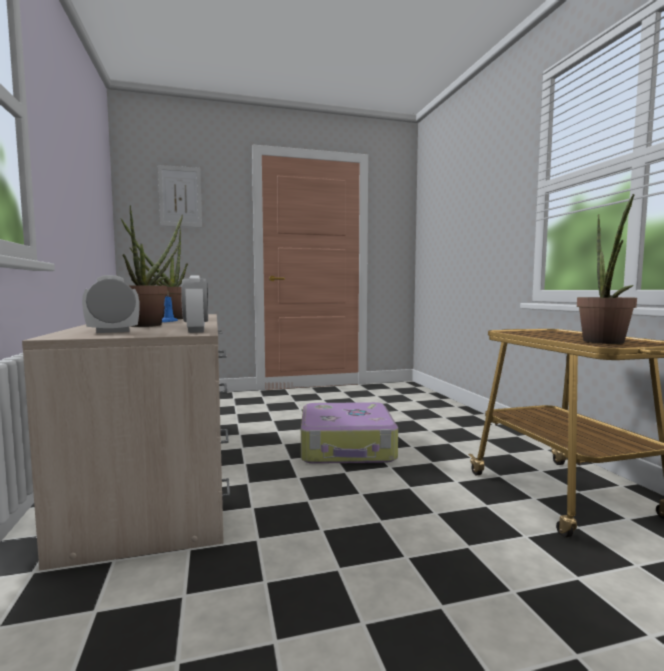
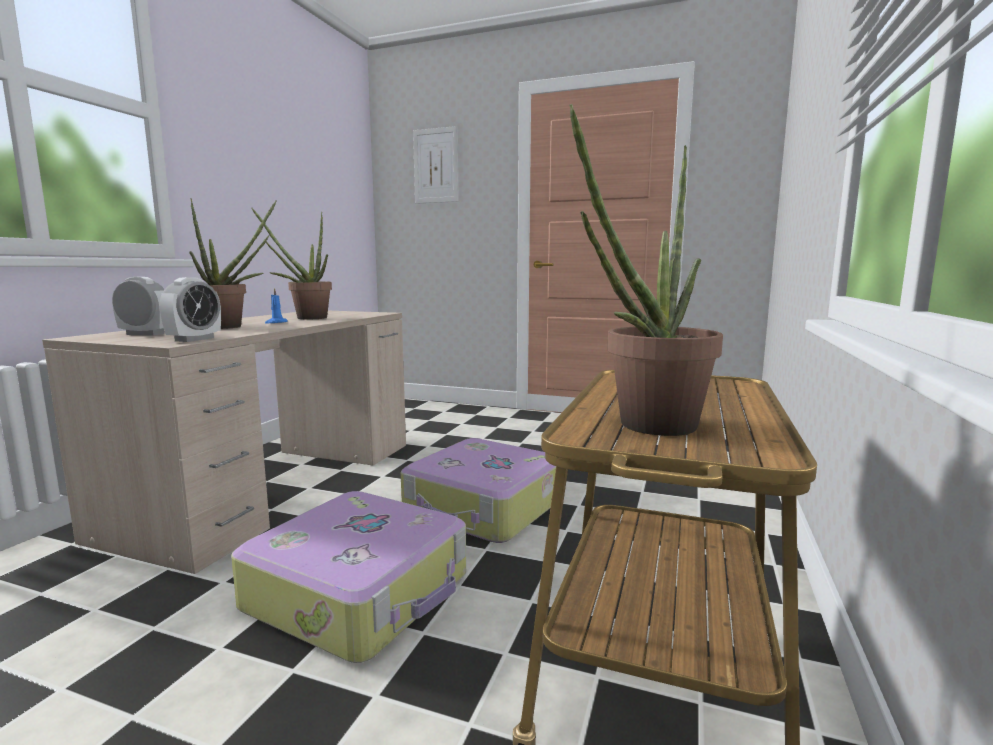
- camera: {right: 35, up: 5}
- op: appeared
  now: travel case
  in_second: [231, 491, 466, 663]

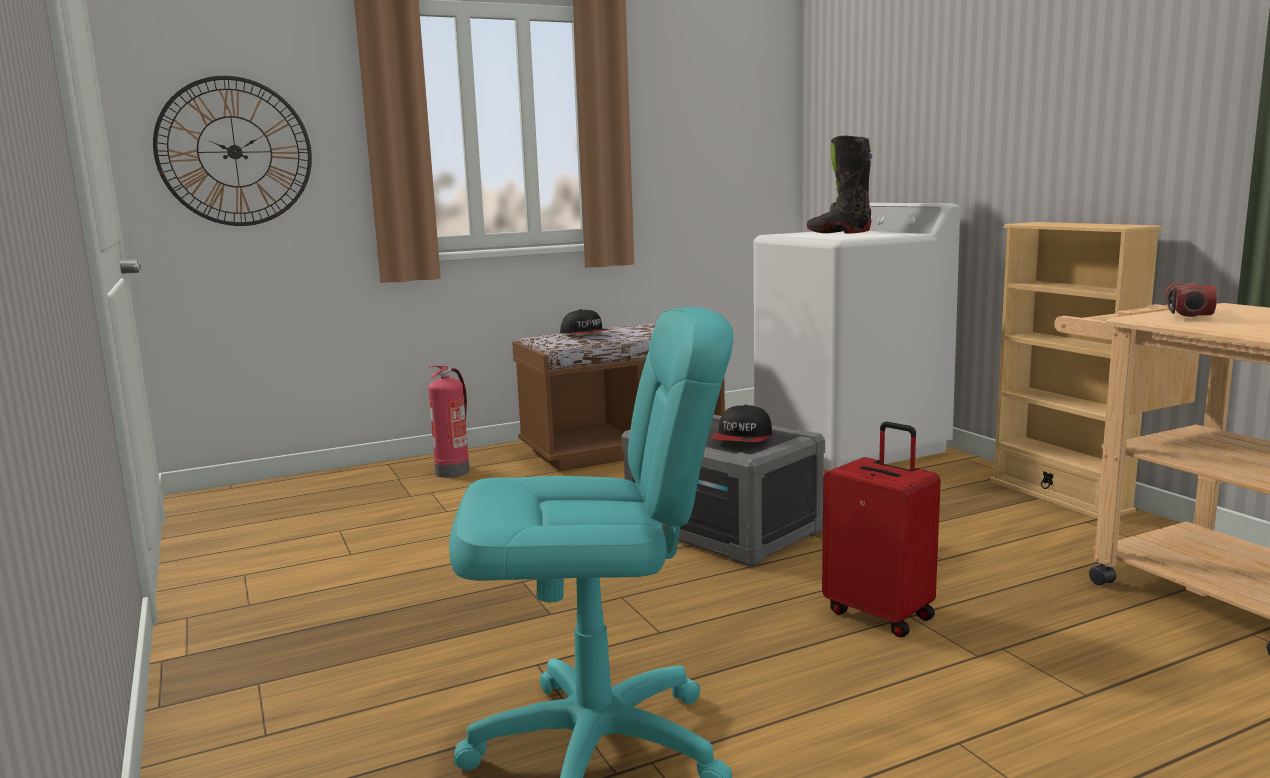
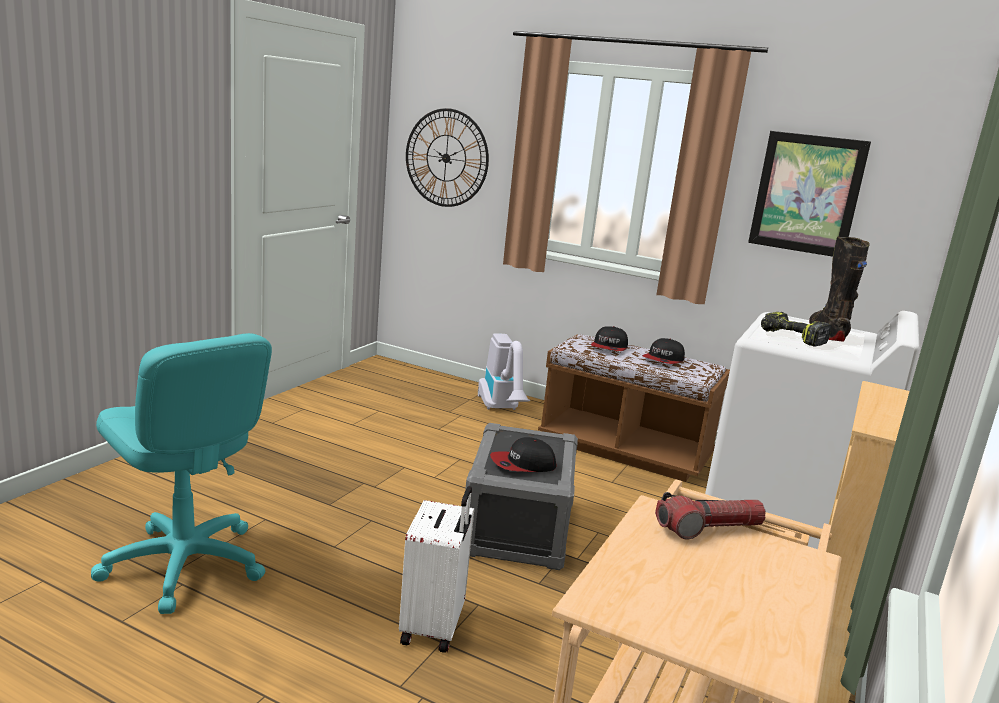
- camera: {right: 50, up: 5}
- op: colour
  was: travel case (reddish)
  now: travel case (white)
  in_first: [822, 422, 941, 637]
  in_second: [399, 486, 474, 653]
- op: exchanged
  was: extinguisher
  now: vacuum cleaner
  in_first: [428, 366, 470, 478]
  in_second: [478, 333, 530, 410]
- op: appeared
  now: baseball cap
  in_second: [642, 338, 685, 364]
- op: appeared
  now: picture
  in_second: [748, 131, 871, 257]
- op: appeared
  now: drill
  in_second: [761, 312, 832, 347]

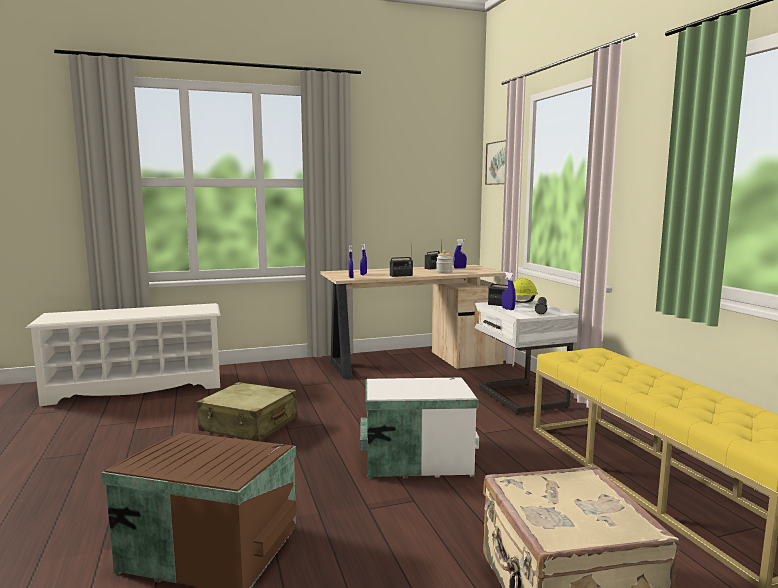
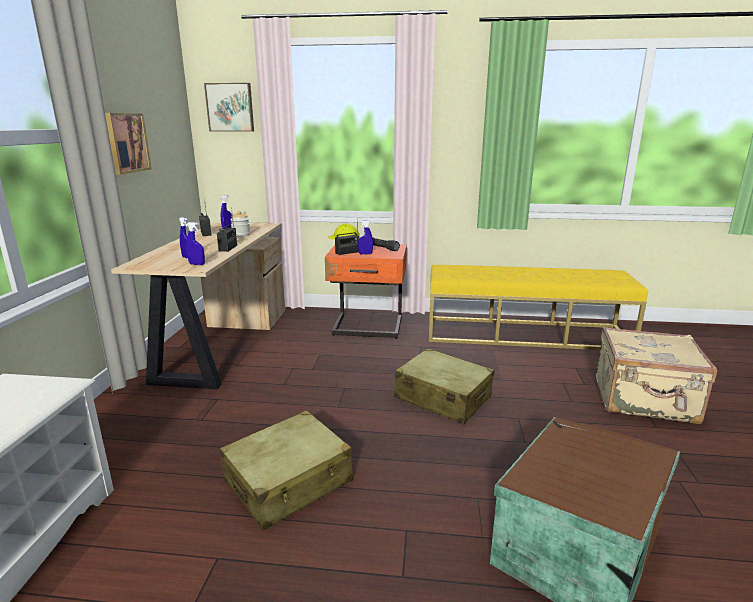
- camera: {right: -65, up: 10}
- op: appeared
  now: picture
  in_second: [105, 113, 152, 175]
- op: colour
  was: bedside table (white)
  now: bedside table (orange-coloured)
  in_first: [474, 299, 579, 415]
  in_second: [325, 244, 407, 339]
- op: exchanged
  was: storage bin (white)
  now: travel case (beige-coloured)
  in_first: [360, 378, 479, 479]
  in_second: [394, 348, 495, 424]

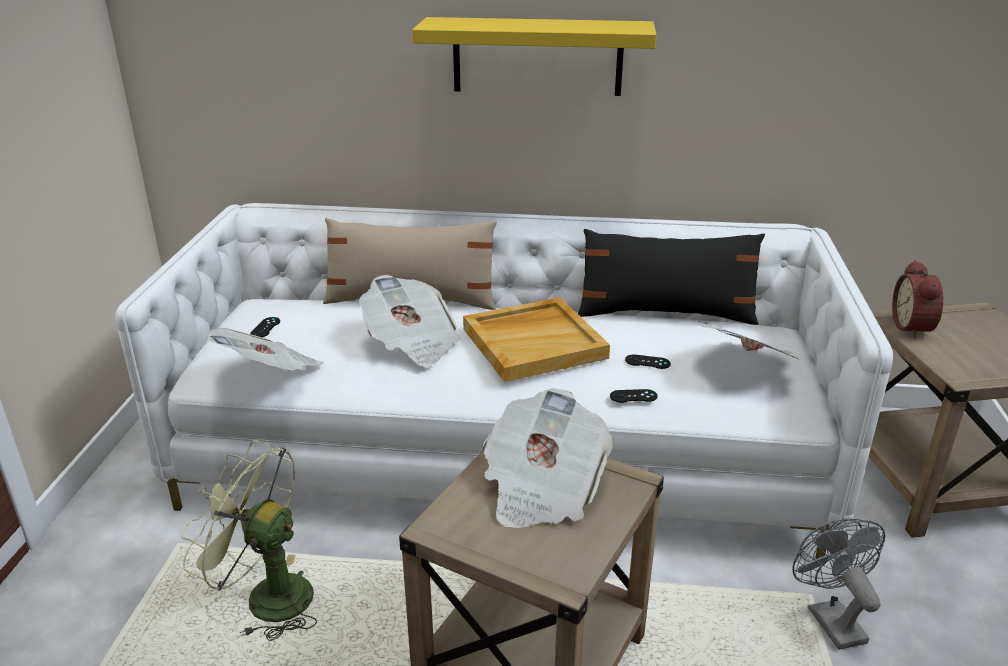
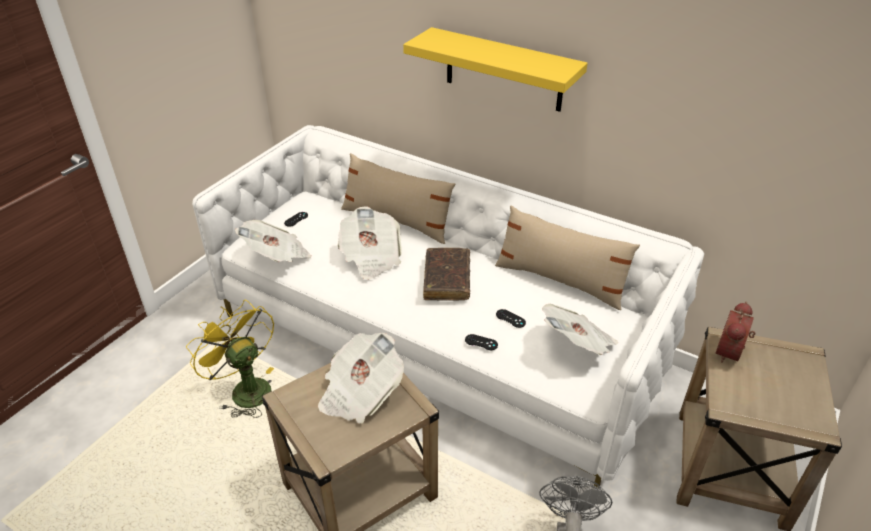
- camera: {right: 25, up: 10}
- op: colour
  was: electric fan (greenish)
  now: electric fan (yellow)
  in_first: [181, 440, 317, 641]
  in_second: [186, 300, 274, 418]
- op: exchanged
  was: serving tray (beige-coloured)
  now: bound book (brown-coloured)
  in_first: [463, 297, 610, 382]
  in_second: [423, 248, 470, 301]
- op: colour
  was: cushion (black)
  now: cushion (beige-coloured)
  in_first: [578, 229, 765, 325]
  in_second: [495, 206, 640, 310]

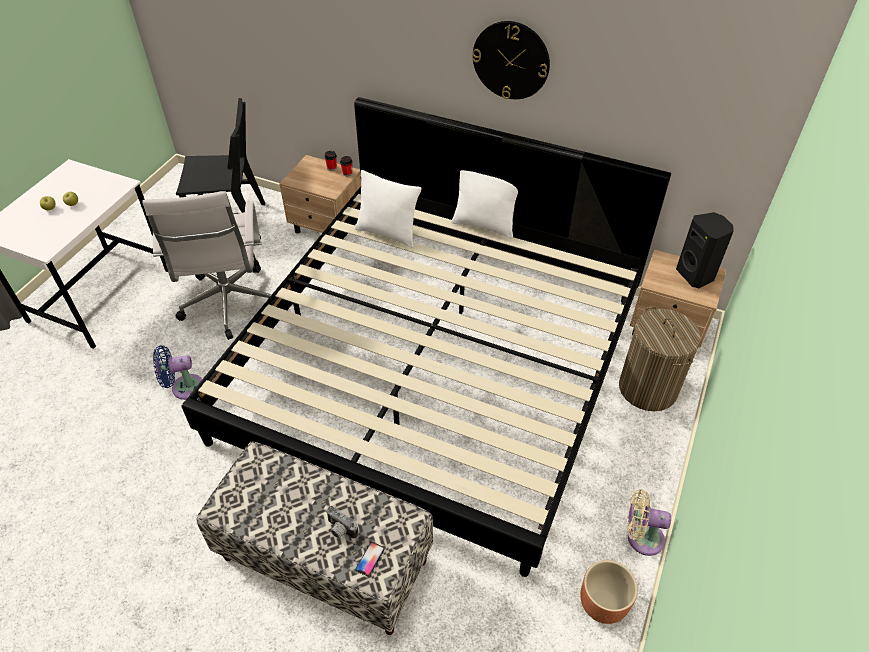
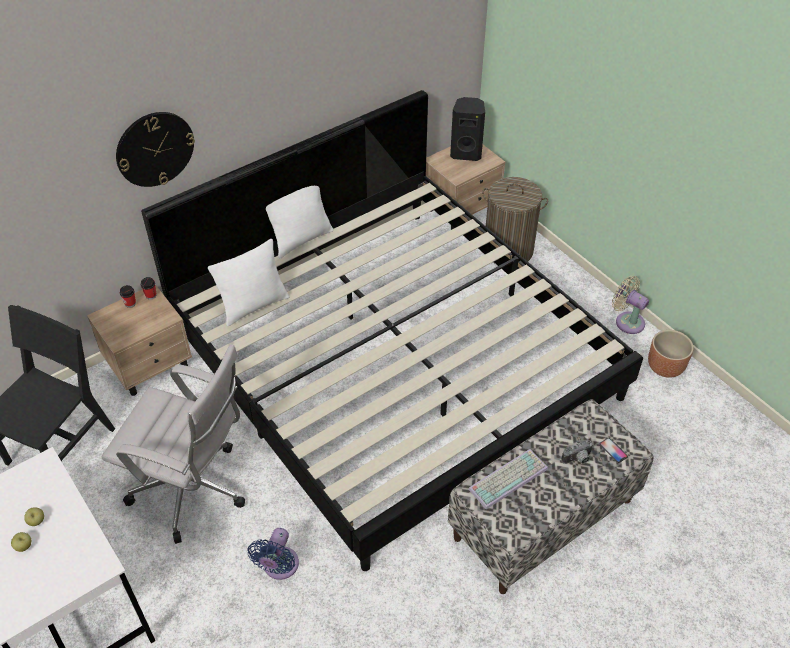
- camera: {right: -60, up: 0}
- op: relocated
  was: hanging clock
  in_first: [472, 21, 550, 99]
  in_second: [116, 112, 195, 187]
- op: appeared
  now: keyboard
  in_second: [468, 449, 548, 509]
- op: spun
  was: electric fan (beige-coloured)
  in_first: [627, 489, 671, 556]
  in_second: [612, 276, 649, 334]
  clockwise: 90

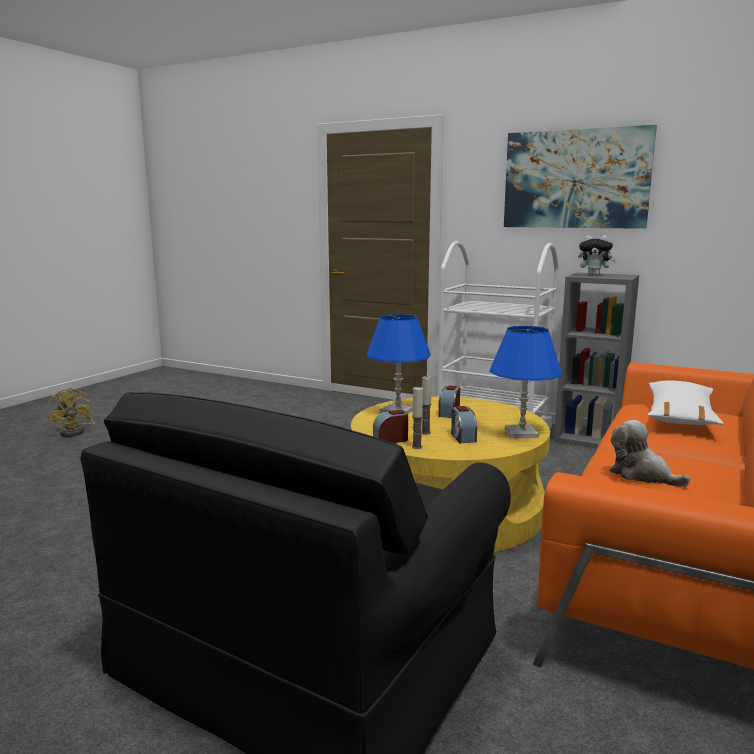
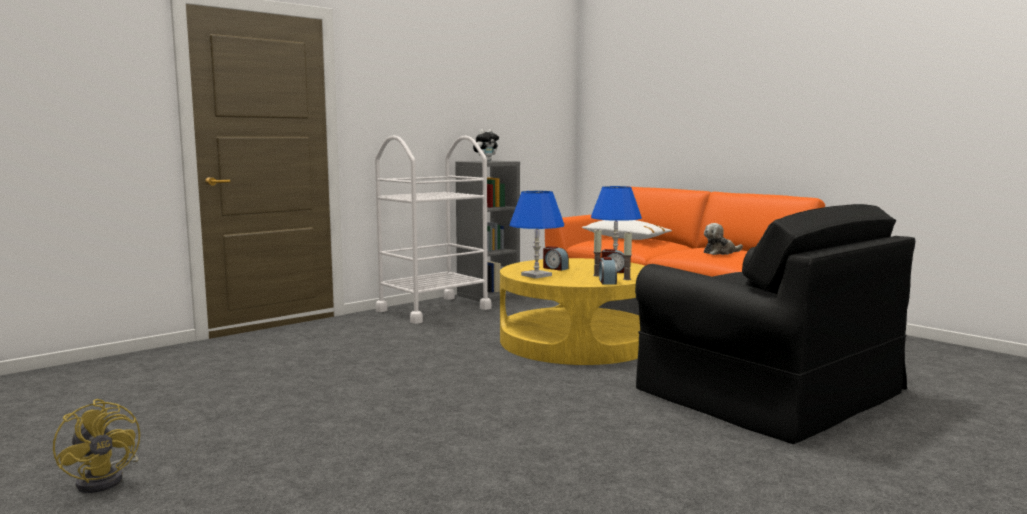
- camera: {right: -70, up: -5}
- op: spun
  was: electric fan (yellow)
  in_first: [47, 387, 95, 437]
  in_second: [53, 399, 140, 493]
  clockwise: 60
- op: missing
  was: picture
  in_first: [504, 125, 657, 229]

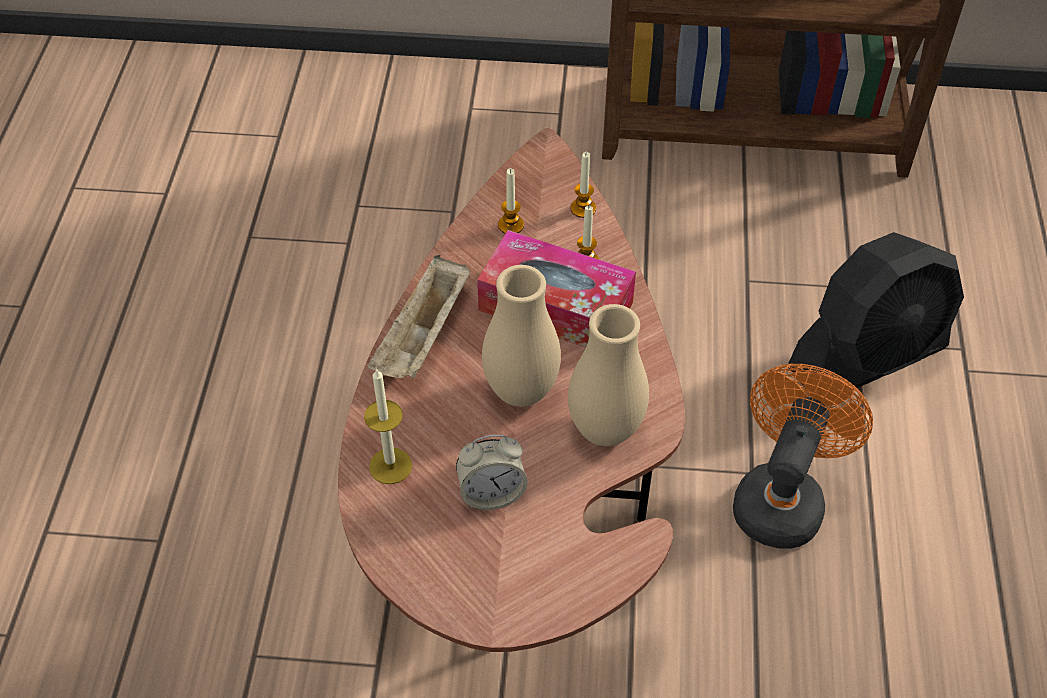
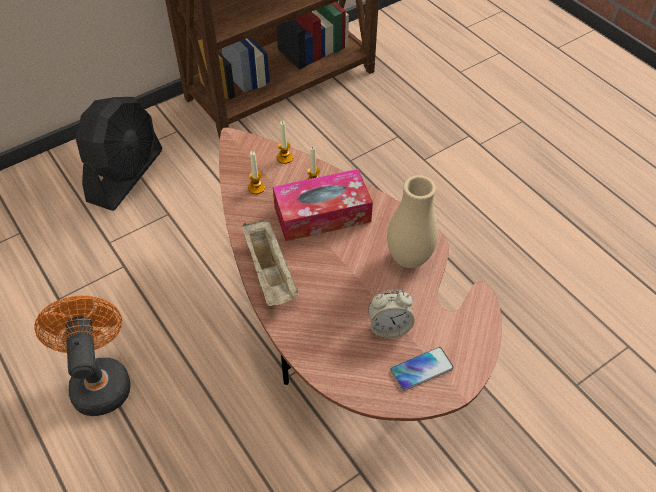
- camera: {right: -40, up: 0}
- op: relocated
  was: electric fan (orange-coloured)
  in_first: [733, 364, 873, 549]
  in_second: [34, 295, 130, 416]
- op: relocated
  was: electric fan (black)
  in_first: [788, 232, 964, 391]
  in_second: [76, 97, 162, 211]
- op: spun
  was: alarm clock
  in_first: [456, 435, 528, 510]
  in_second: [368, 290, 415, 338]
  clockwise: 45
- op: appeared
  now: phone
  in_second: [390, 347, 454, 391]
- op: missing
  was: wax candle
  in_first: [364, 368, 412, 484]
- op: missing
  was: decorative vase (beige-coloured)
  in_first: [482, 265, 561, 407]

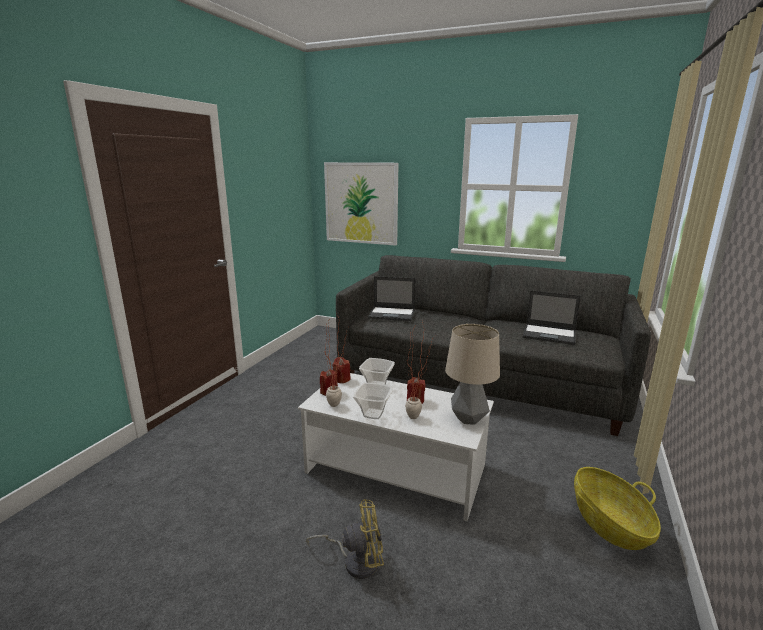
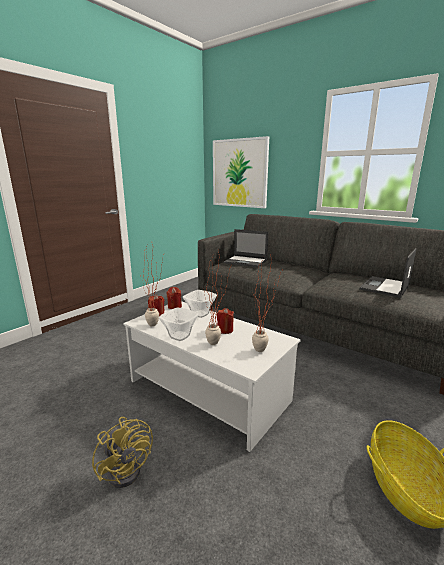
- camera: {right: 15, up: 0}
- op: spun
  was: electric fan (yellow)
  in_first: [306, 499, 384, 579]
  in_second: [92, 417, 153, 488]
  clockwise: 45
- op: exchanged
  was: table lamp
  now: houseplant
  in_first: [445, 324, 500, 425]
  in_second: [252, 254, 284, 352]
- op: spun
  was: portable computer
  in_first: [523, 290, 581, 345]
  in_second: [359, 248, 416, 298]
  clockwise: 90

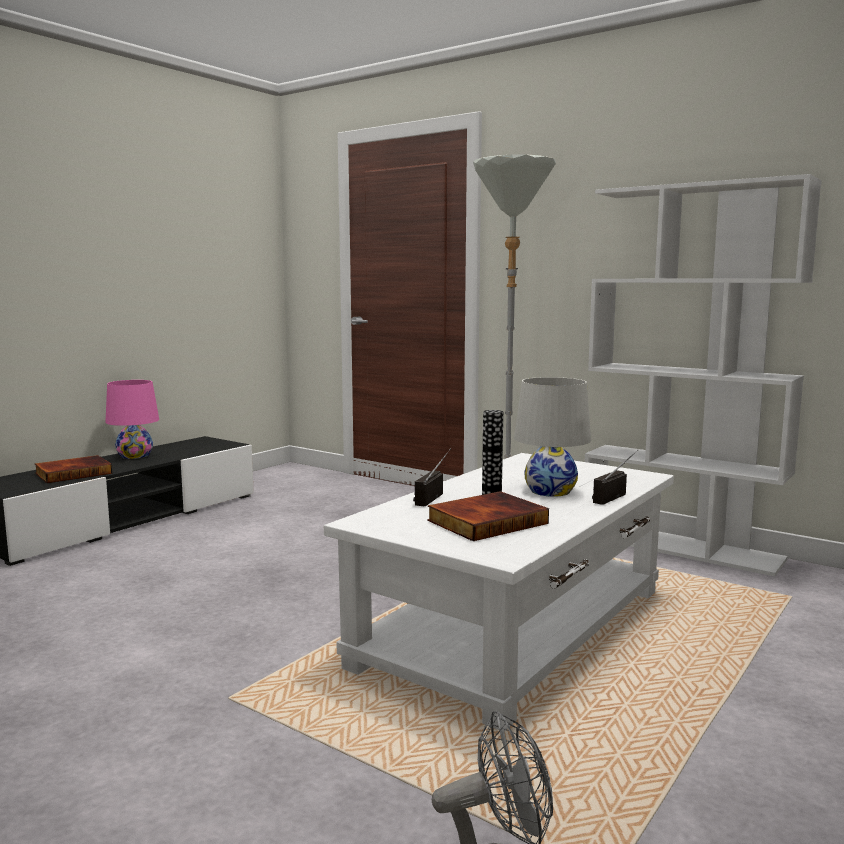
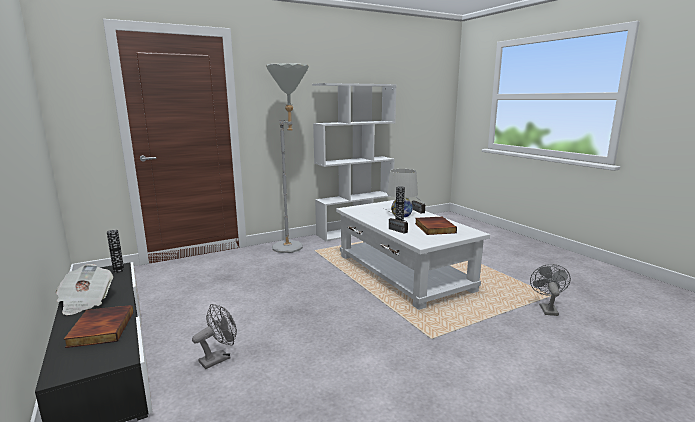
- camera: {right: -65, up: 5}
- op: exchanged
  was: table lamp (pink-coloured)
  now: newspaper
  in_first: [105, 380, 159, 459]
  in_second: [55, 264, 113, 315]
- op: appeared
  now: decorative vase
  in_second: [107, 230, 124, 273]
- op: appeared
  now: electric fan (grey)
  in_second: [192, 304, 237, 369]

